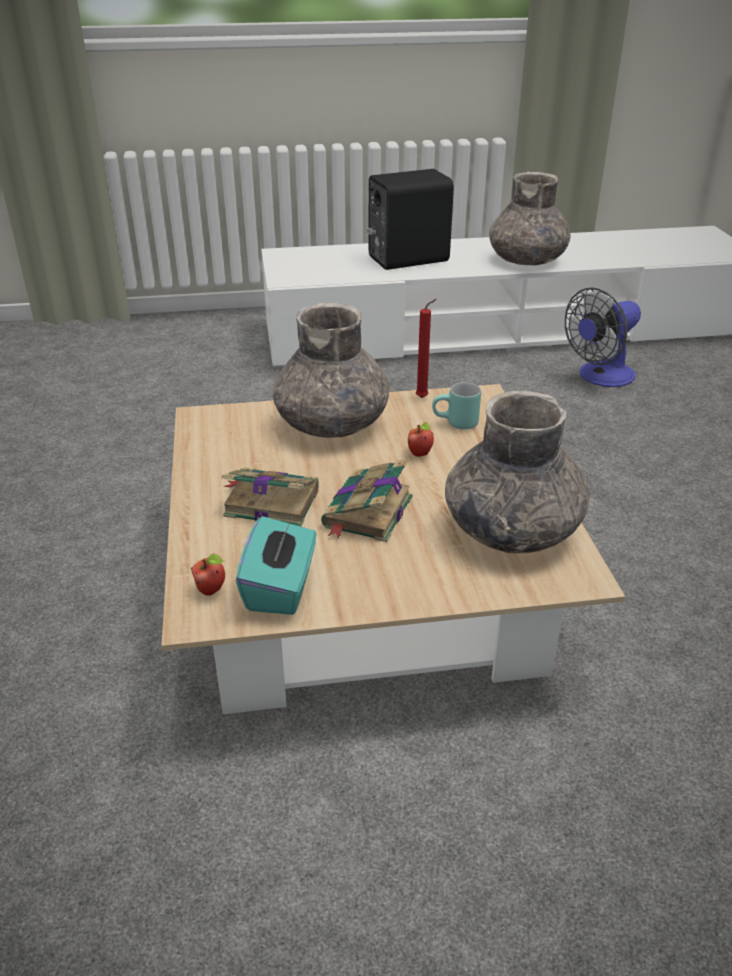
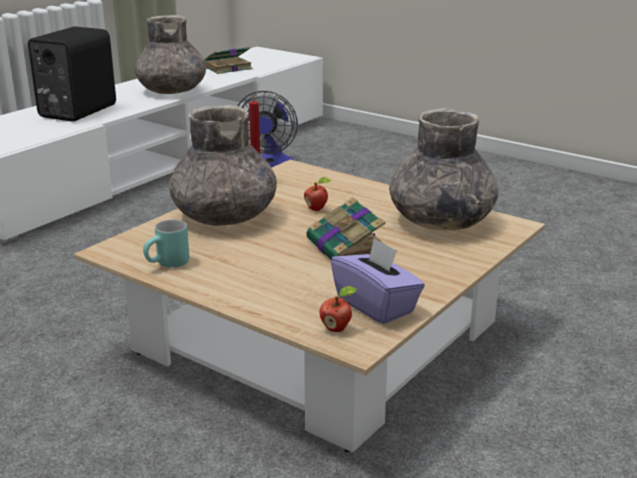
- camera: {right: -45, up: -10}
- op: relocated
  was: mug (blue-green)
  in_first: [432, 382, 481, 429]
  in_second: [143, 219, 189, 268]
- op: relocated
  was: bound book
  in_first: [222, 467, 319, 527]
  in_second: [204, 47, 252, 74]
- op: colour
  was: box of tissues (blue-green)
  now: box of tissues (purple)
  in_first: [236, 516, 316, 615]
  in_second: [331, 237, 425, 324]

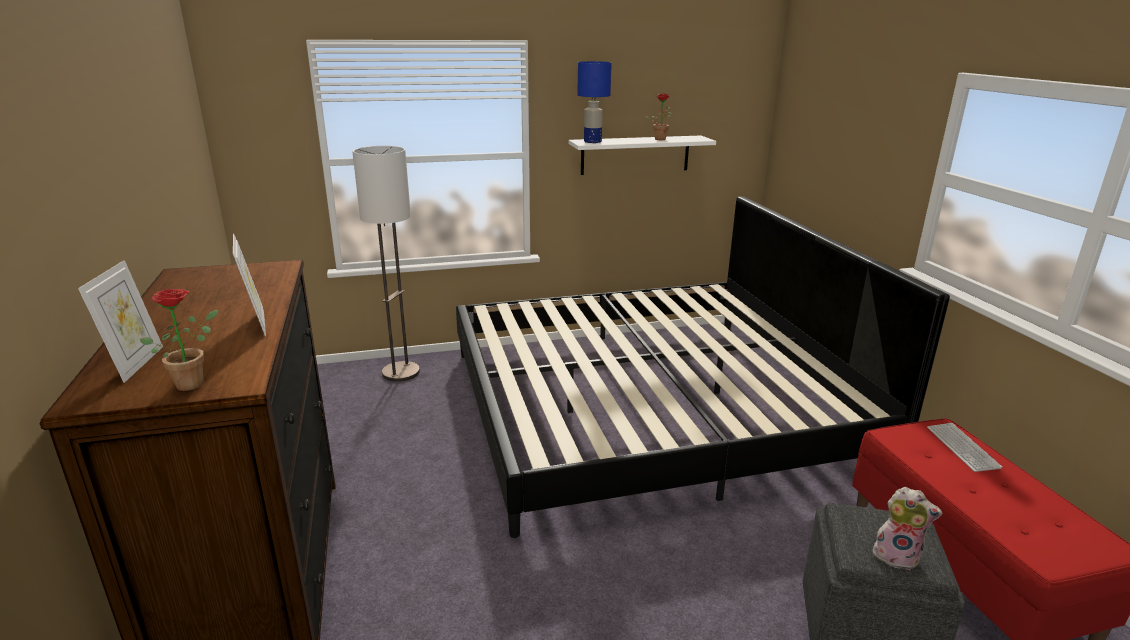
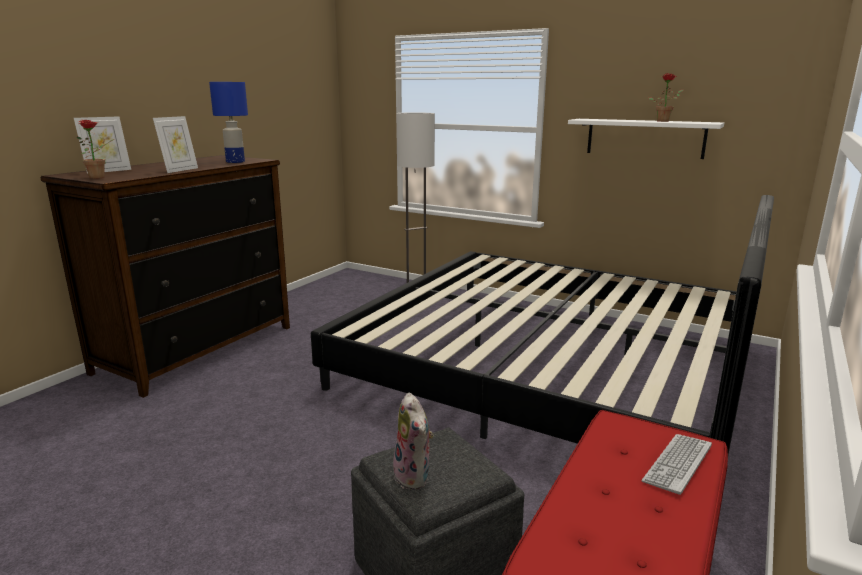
- camera: {right: 45, up: -5}
- op: relocated
  was: table lamp (bluish)
  in_first: [577, 61, 612, 143]
  in_second: [209, 82, 248, 163]

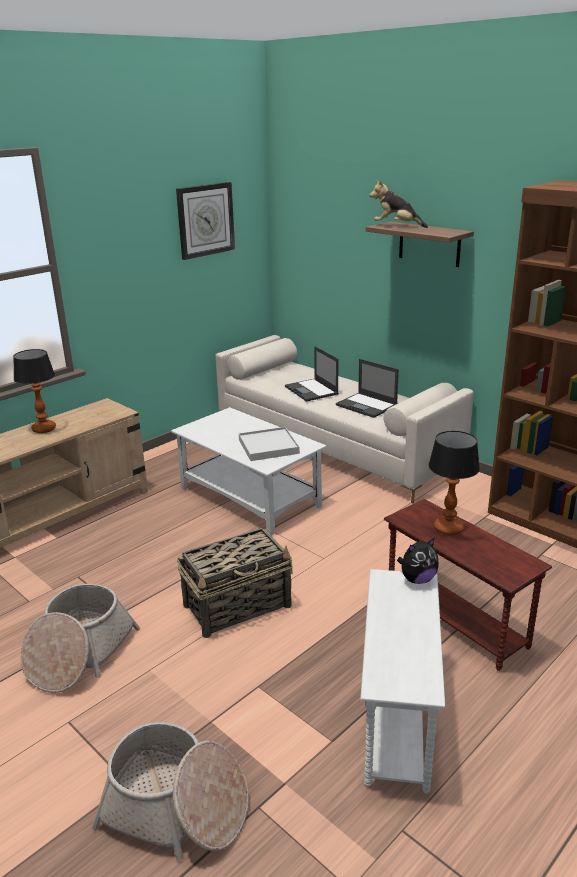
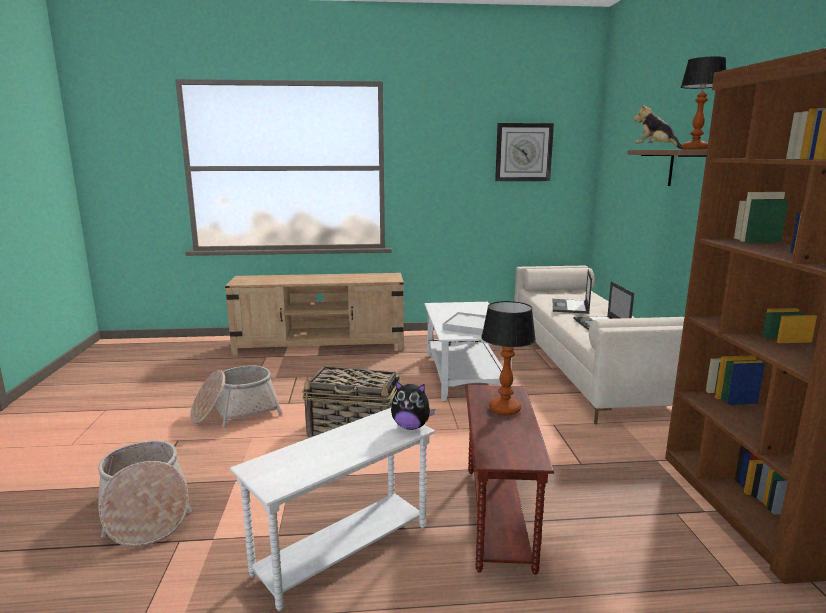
- camera: {right: 40, up: -10}
- op: relocated
  was: table lamp
  in_first: [13, 349, 56, 433]
  in_second: [680, 56, 726, 150]

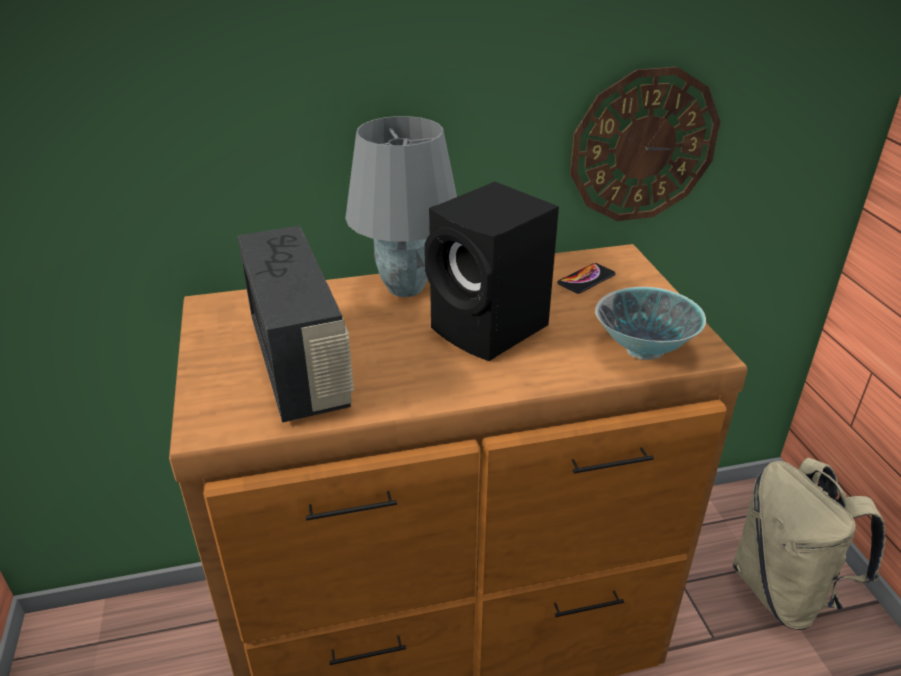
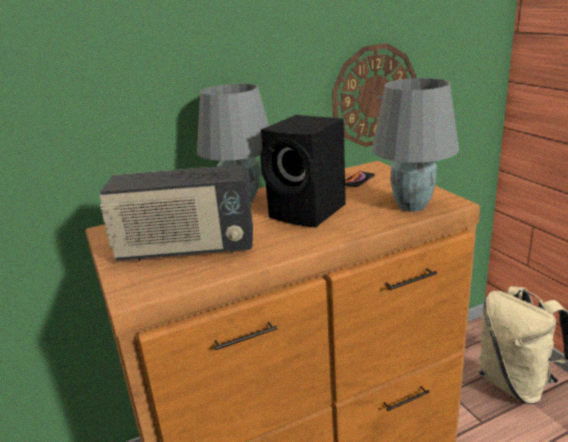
- camera: {right: -10, up: -10}
- op: spun
  was: radio
  in_first: [237, 226, 354, 423]
  in_second: [100, 164, 253, 261]
  clockwise: 120
- op: exchanged
  was: bowl
  now: table lamp (grey)
  in_first: [595, 287, 706, 360]
  in_second: [372, 78, 459, 212]

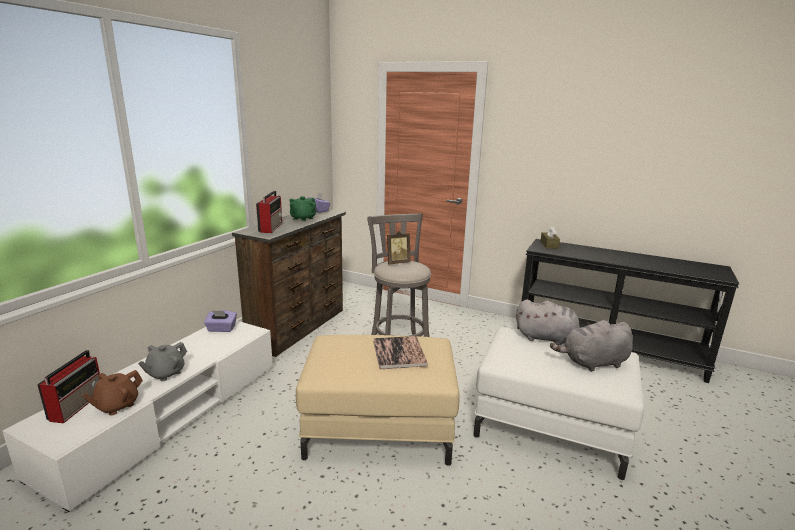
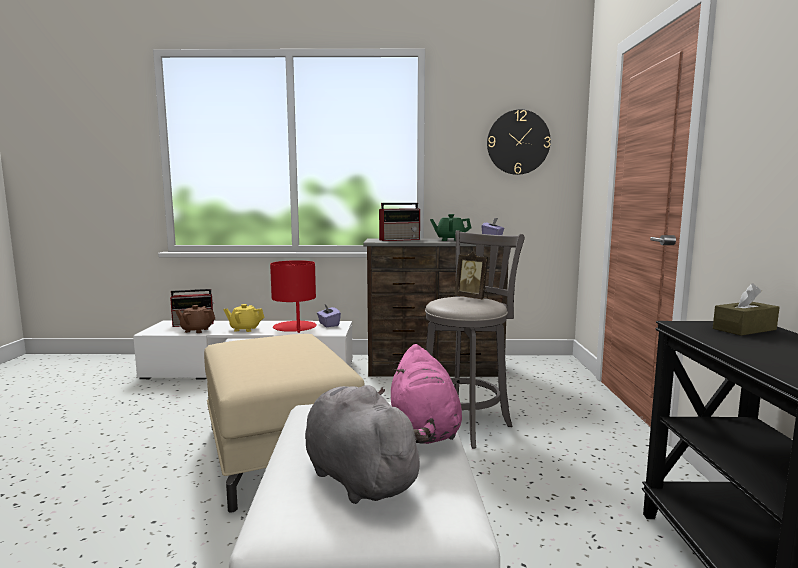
- camera: {right: 65, up: -10}
- op: colour
  was: pot for tea (grey)
  now: pot for tea (yellow)
  in_first: [138, 342, 187, 381]
  in_second: [224, 304, 265, 332]
- op: appeared
  now: table lamp (reddish)
  in_second: [270, 260, 317, 333]
- op: colour
  was: cuddly toy (grey)
  now: cuddly toy (pink-coloured)
  in_first: [516, 299, 581, 345]
  in_second: [391, 344, 462, 444]
- op: appeared
  now: hanging clock
  in_second: [487, 110, 551, 175]
- op: missing
  was: bound book
  in_first: [373, 336, 428, 369]

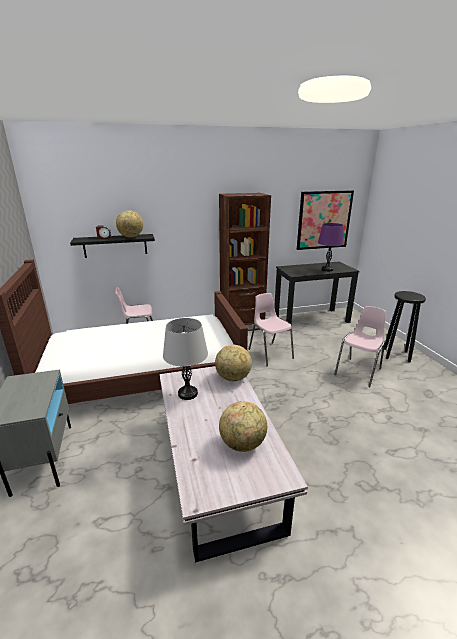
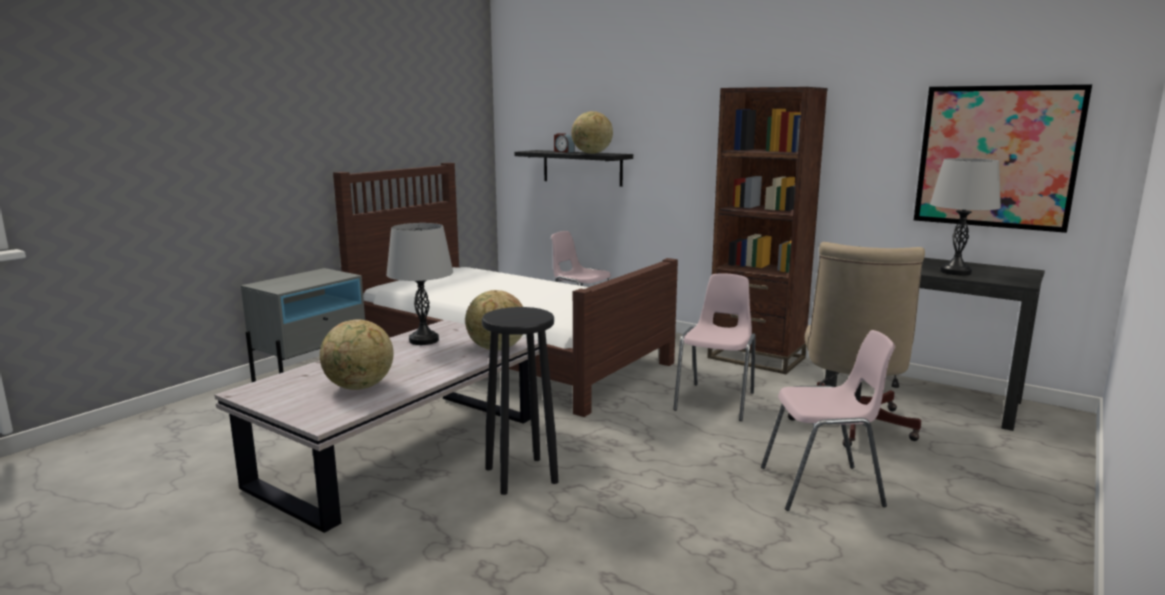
- camera: {right: 50, up: -10}
- op: relocated
  was: sitting stool (black)
  in_first: [384, 291, 426, 362]
  in_second: [482, 307, 559, 495]
- op: appeared
  now: computer chair (beige-coloured)
  in_second: [788, 242, 925, 447]
- op: colour
  was: table lamp (purple)
  now: table lamp (grey)
  in_first: [318, 223, 344, 271]
  in_second: [930, 158, 1001, 275]

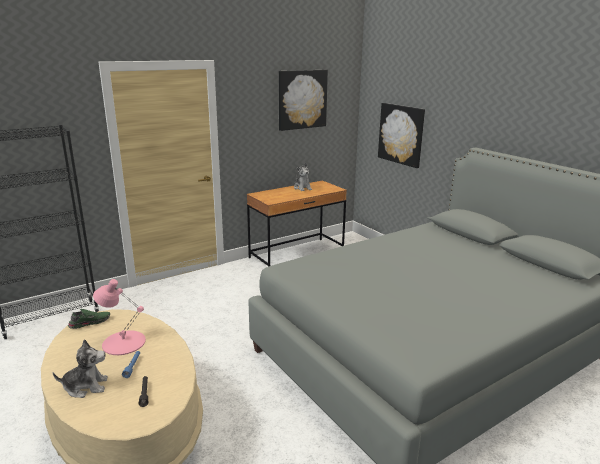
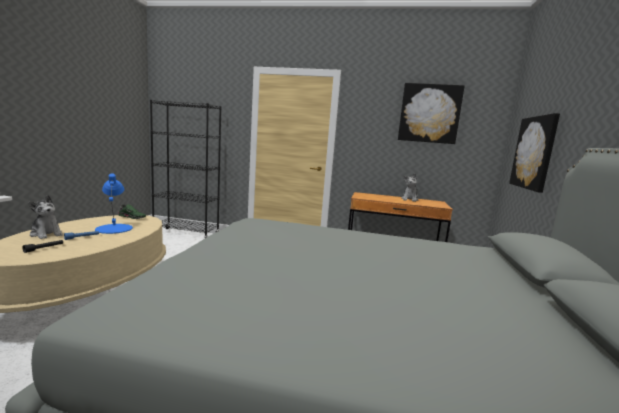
- camera: {right: 45, up: -10}
- op: colour
  was: table lamp (pink-coloured)
  now: table lamp (bluish)
  in_first: [93, 279, 146, 355]
  in_second: [95, 173, 133, 234]

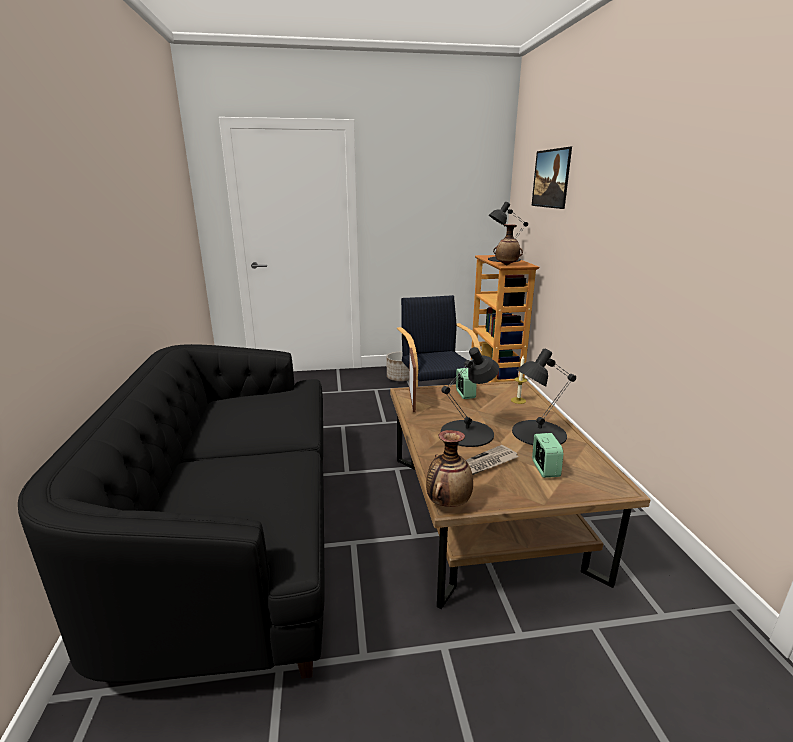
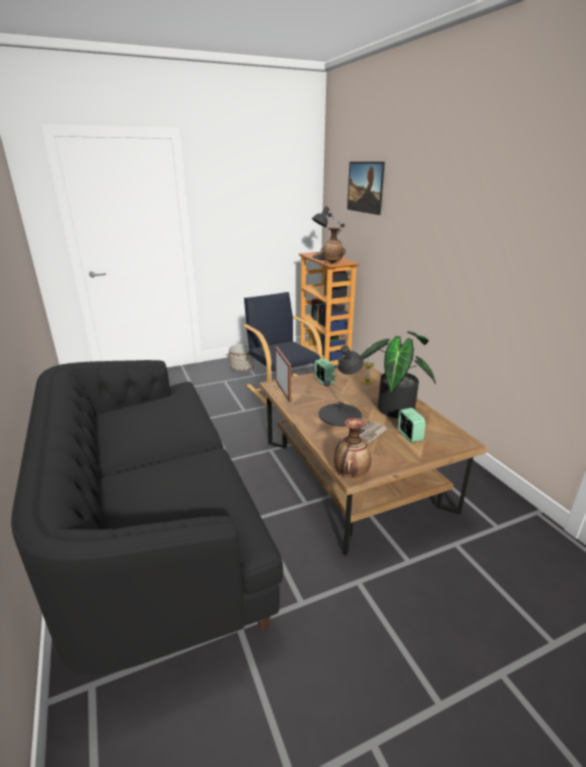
- camera: {right: -15, up: 5}
- op: exchanged
  was: table lamp (black)
  now: houseplant
  in_first: [512, 349, 576, 445]
  in_second: [361, 331, 436, 418]

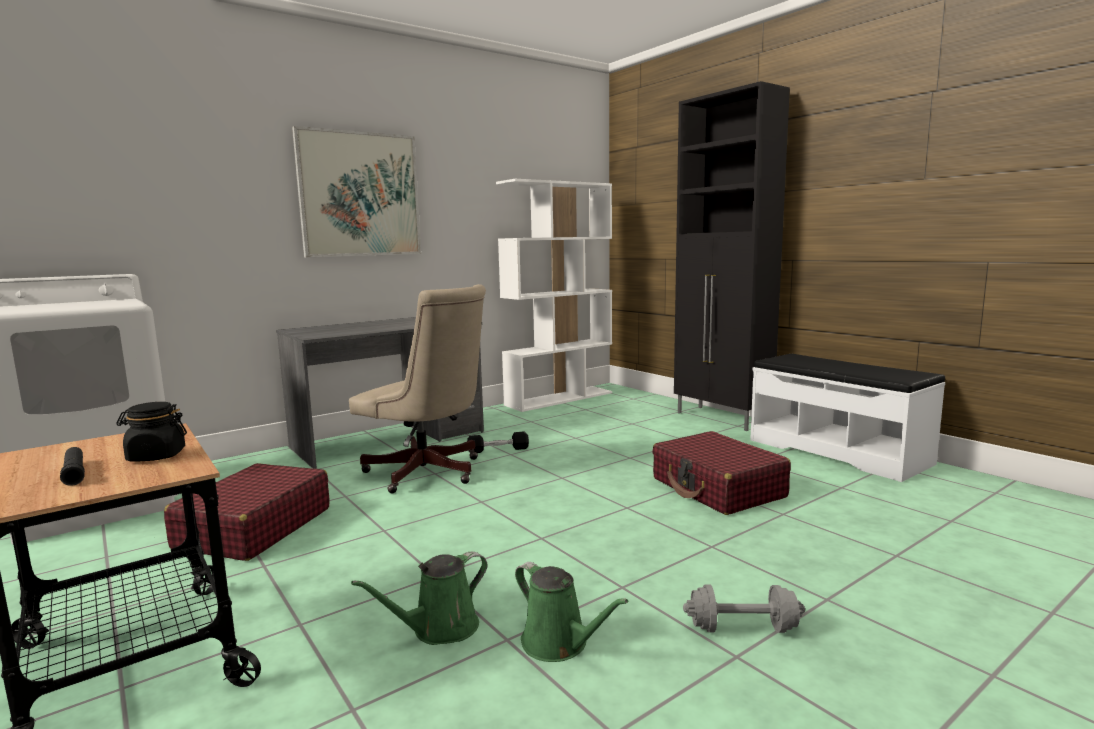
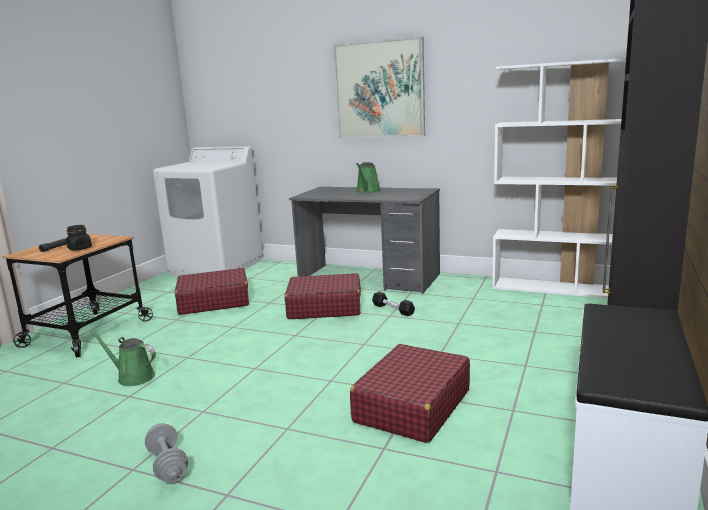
- camera: {right: 60, up: 5}
- op: exchanged
  was: computer chair (beige-coloured)
  now: travel case (reddish)
  in_first: [349, 284, 486, 494]
  in_second: [285, 273, 361, 319]
- op: relocated
  was: watering pot (greenish)
  in_first: [515, 562, 628, 662]
  in_second: [356, 162, 381, 193]

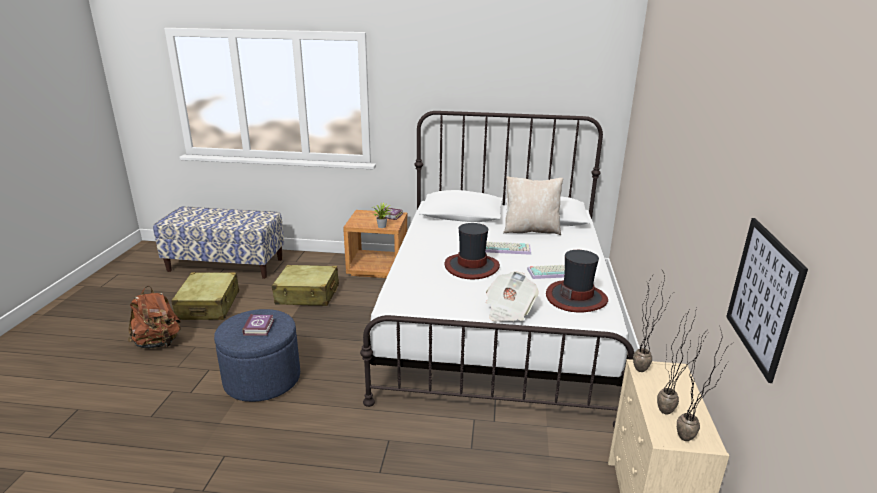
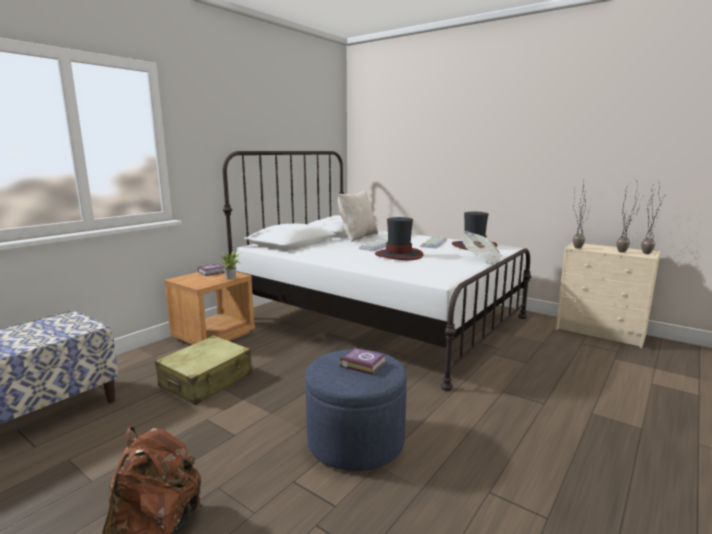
- camera: {right: -60, up: -10}
- op: missing
  was: travel case (beige-coloured)
  in_first: [171, 272, 239, 320]
- op: missing
  was: picture
  in_first: [726, 218, 808, 383]

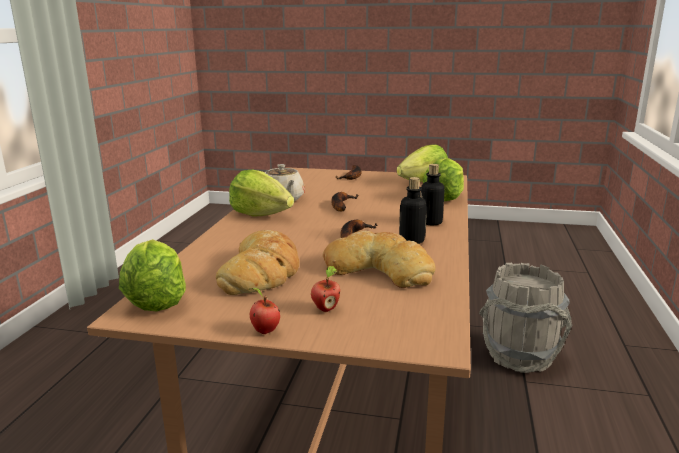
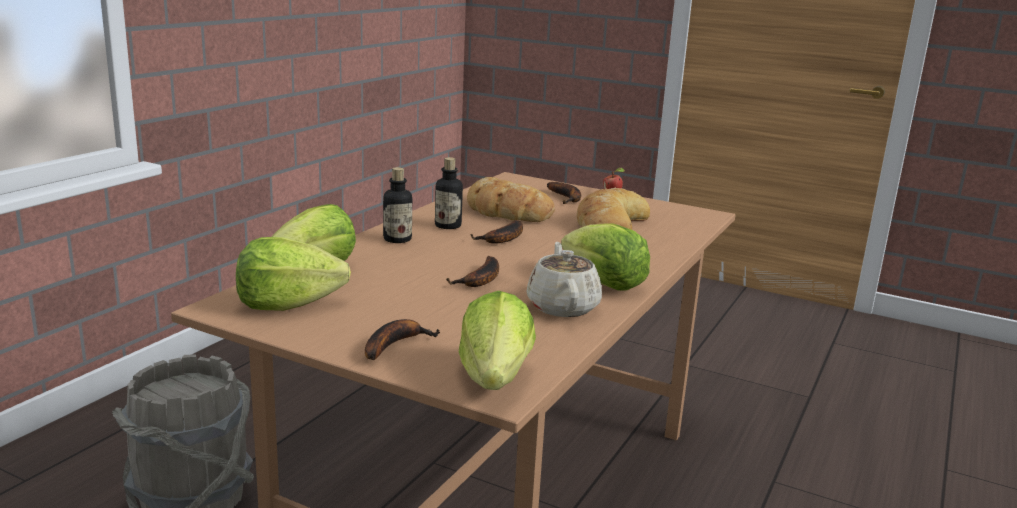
- camera: {right: -165, up: 0}
- op: relocated
  was: lettuce
  in_first: [119, 239, 186, 311]
  in_second: [459, 291, 536, 390]
- op: exchanged
  was: whole apple
  now: whole banana
  in_first: [311, 266, 340, 312]
  in_second: [547, 182, 581, 204]

